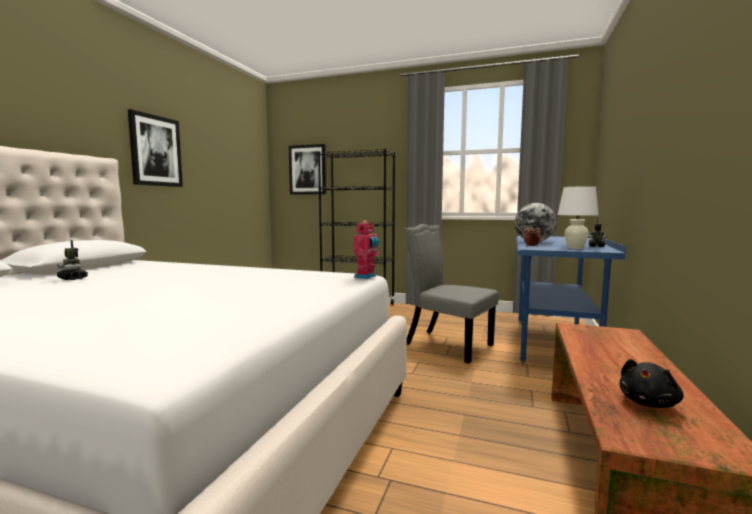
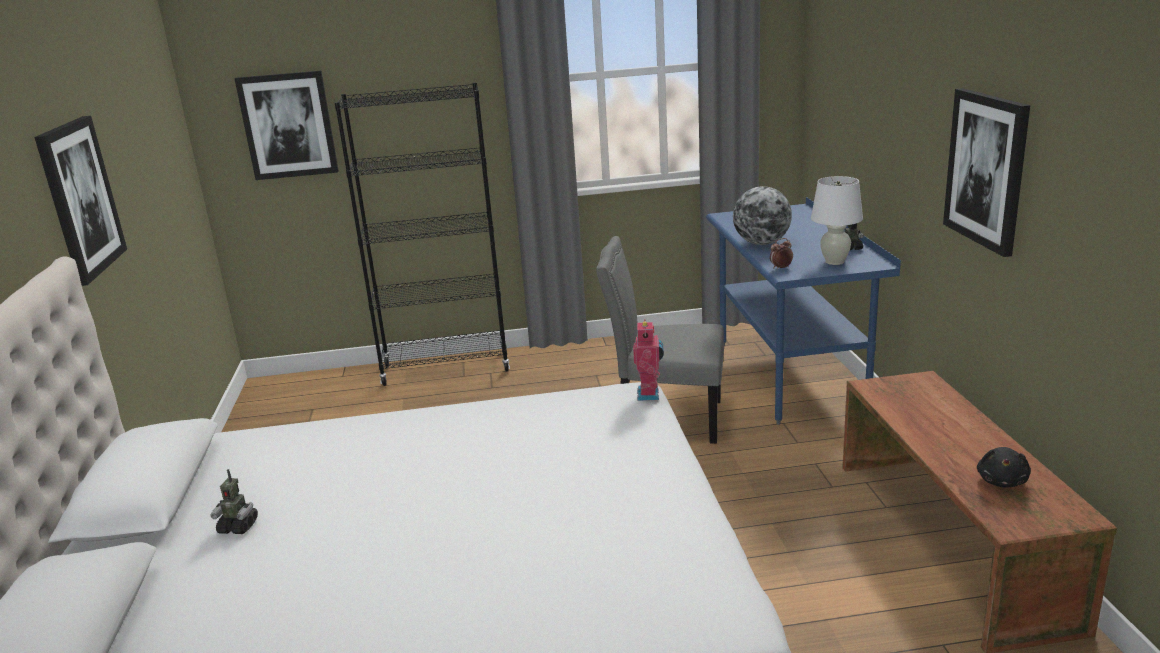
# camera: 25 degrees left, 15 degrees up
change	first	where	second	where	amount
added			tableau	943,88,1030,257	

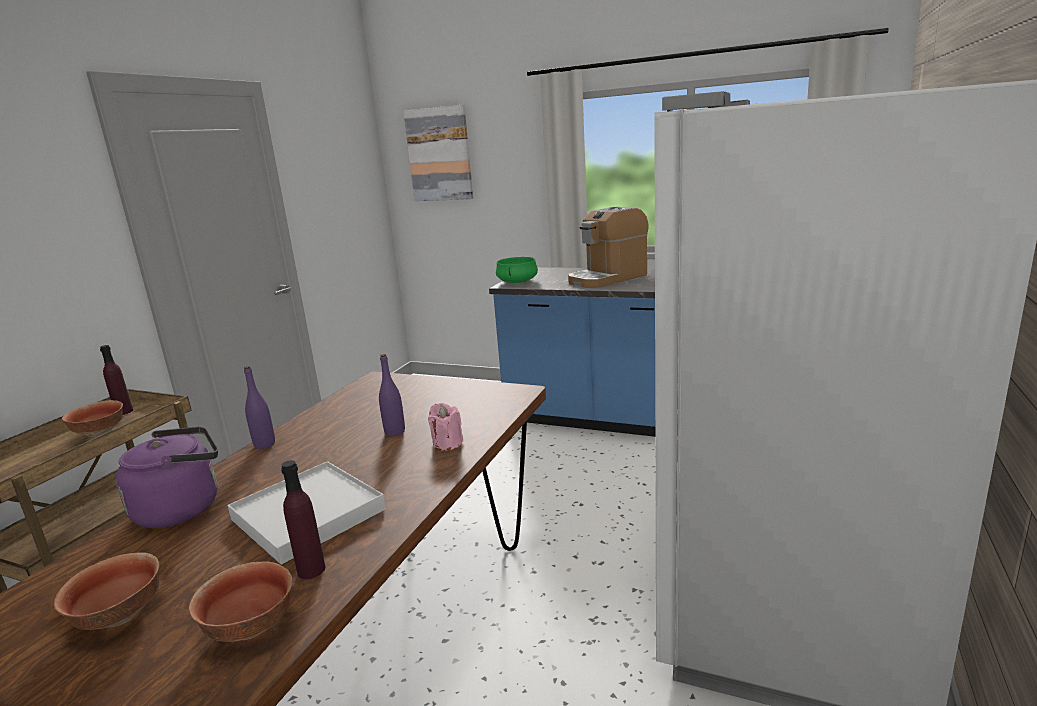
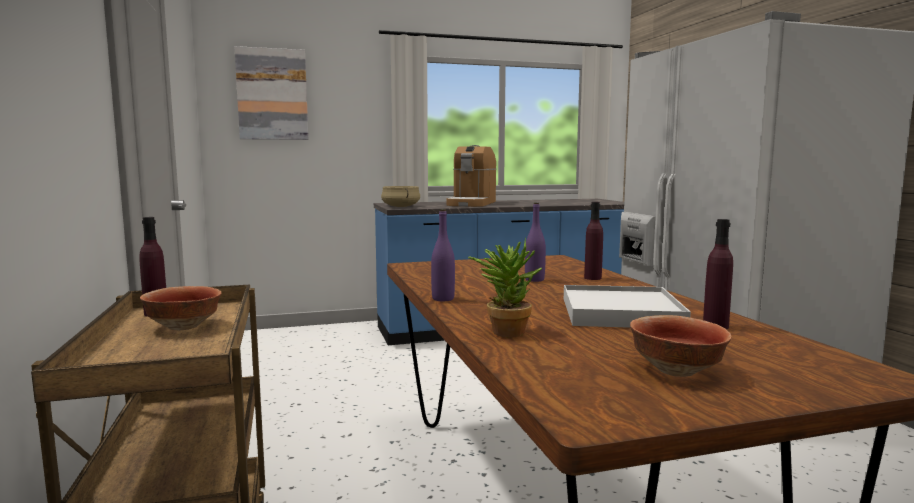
# camera: 40 degrees left, 10 degrees down
change	first	where	second	where	amount
replaced	bouilloire [violet]	116,427,218,528	plante en pot	468,238,542,337	
removed	bol	189,561,293,642			
replaced	bougie [rose]	428,403,463,450	bouteille [violet]	584,202,603,280	
recoloured	marmite [vert]	496,257,538,283	marmite [beige]	381,186,420,207	

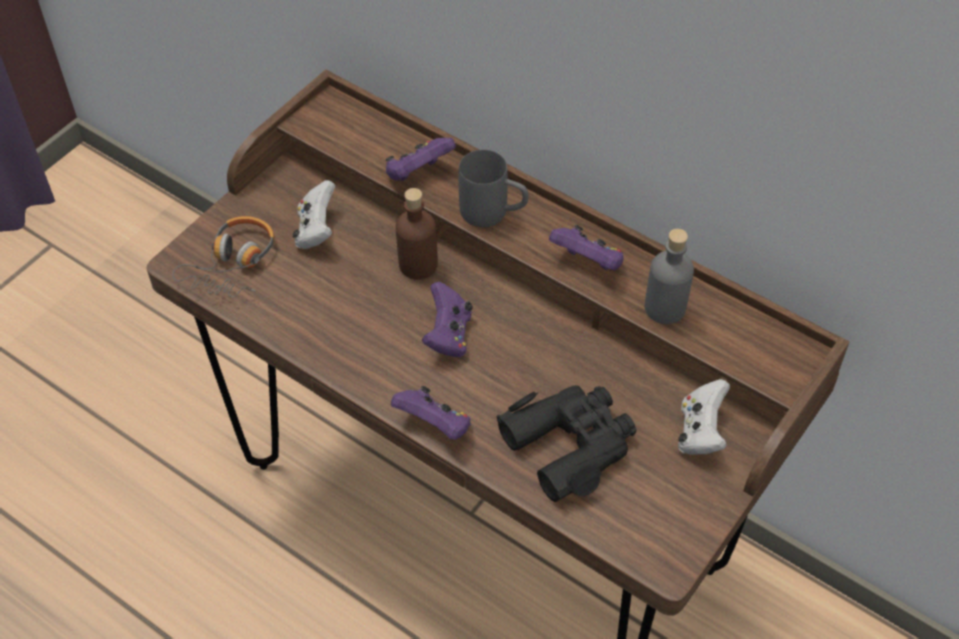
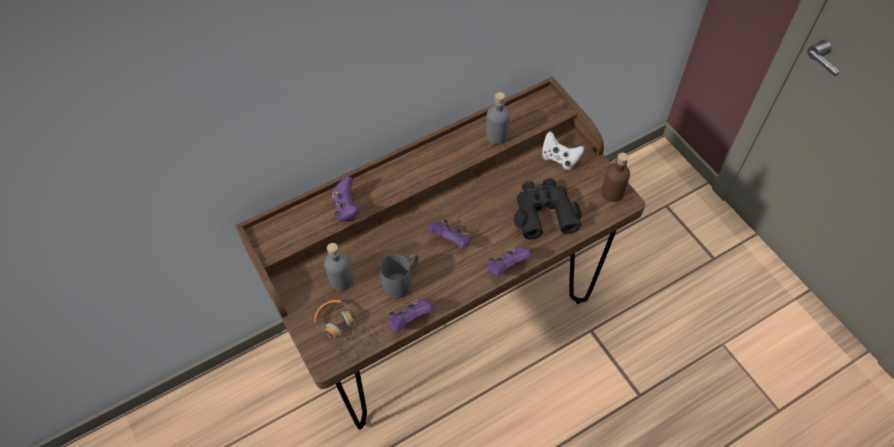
# camera: 65 degrees left, 5 degrees up
change	first	where	second	where	amount
replaced	manette [blanc]	293,180,335,249	bouteille [gris]	324,243,354,291	
moved	bouteille [marron]	396,188,438,280		601,153,630,202	
moved	mug [gris]	459,149,529,227		380,253,419,298	
moved	manette [violet]	549,225,624,270		388,300,434,333	

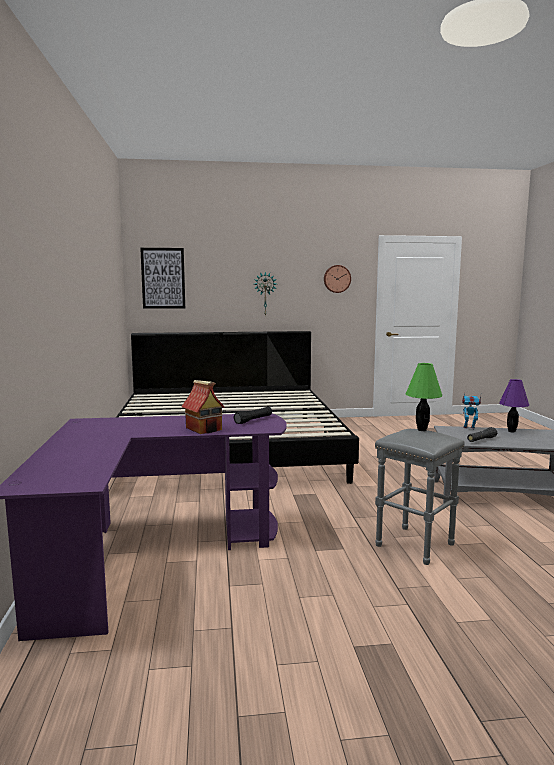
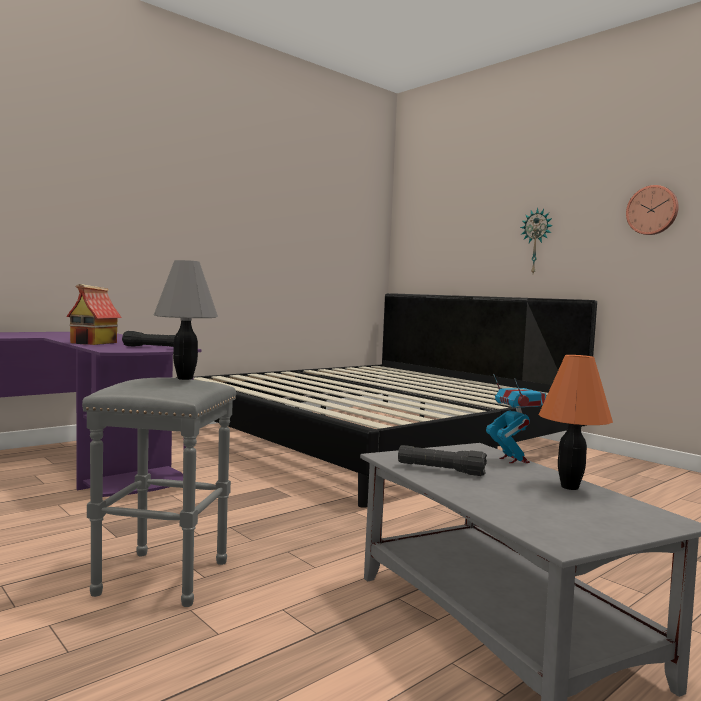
# camera: 55 degrees right, 5 degrees down
change	first	where	second	where	amount
removed	tableau	140,248,185,309			
recoloured	lampe de table [vert]	406,363,442,431	lampe de table [gris]	154,260,218,380	
recoloured	lampe de table [violet]	499,379,529,432	lampe de table [orange]	539,355,613,490	

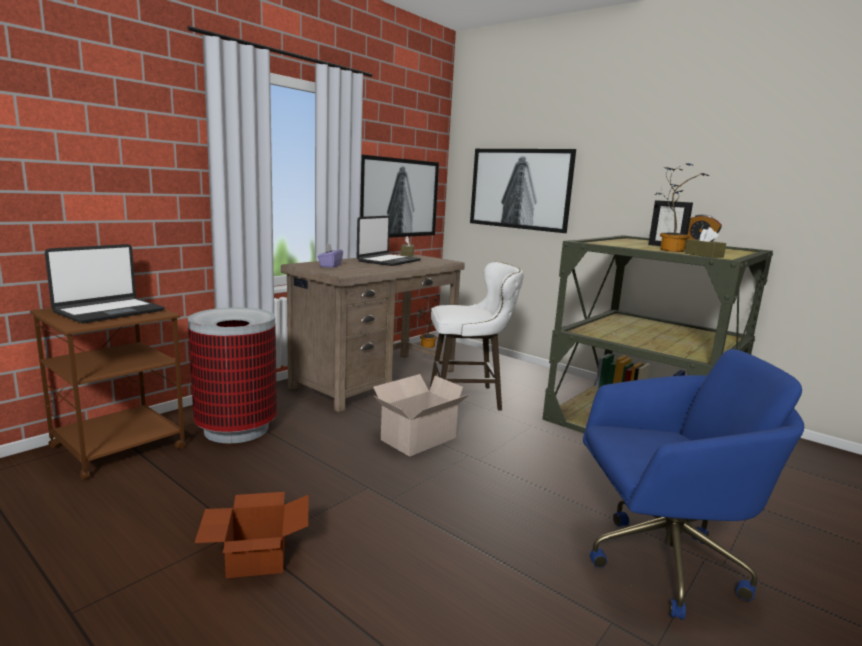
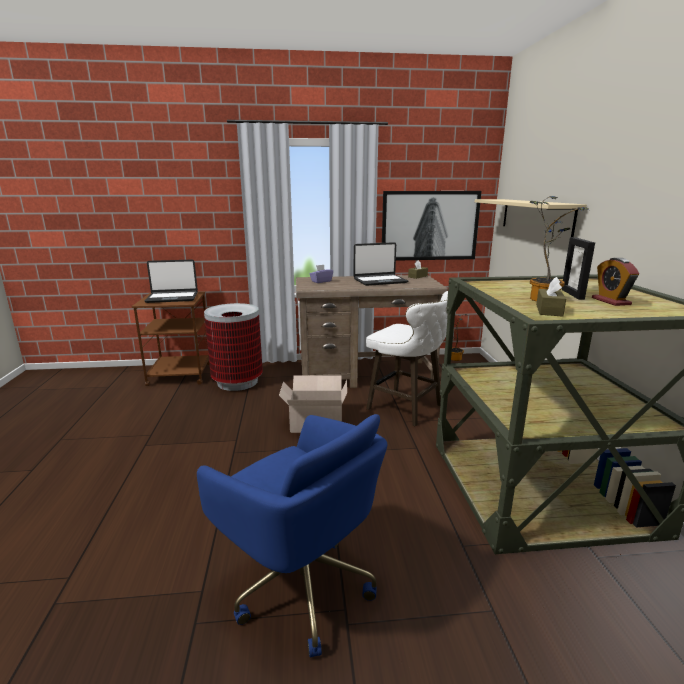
# camera: 45 degrees right, 5 degrees up
change	first	where	second	where	amount
removed	carton	195,492,309,578			
replaced	tableau	470,149,576,233	étagère [beige]	475,199,587,237	

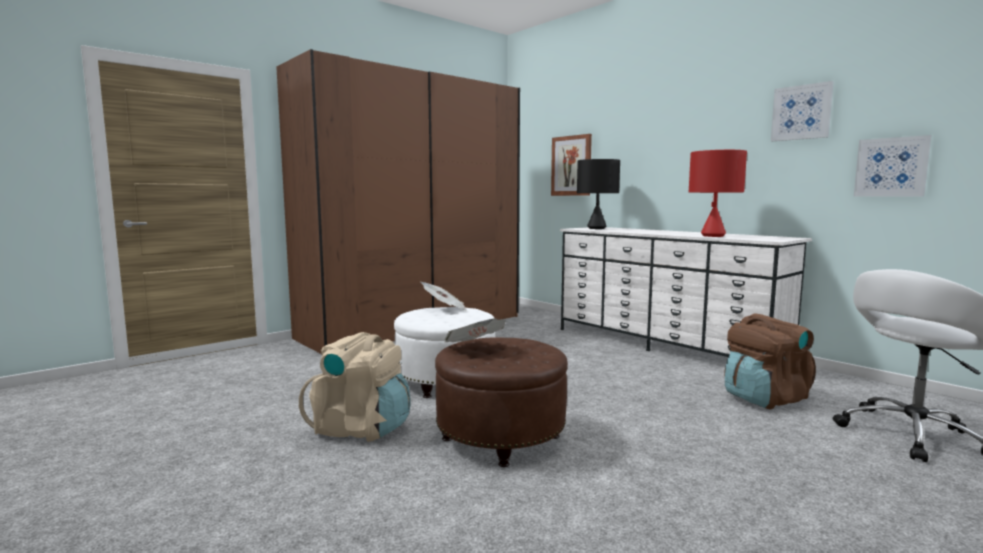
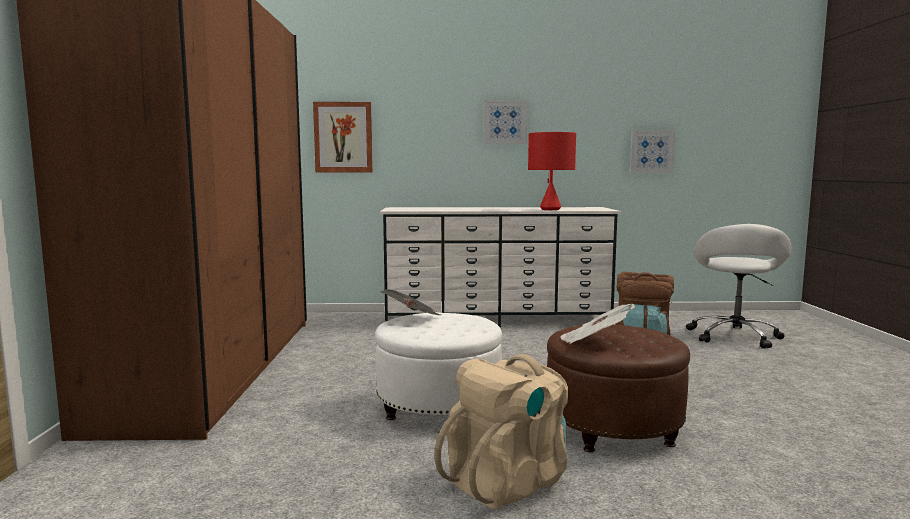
# camera: 50 degrees left, 0 degrees up
change	first	where	second	where	amount
removed	lampe de table [noir]	577,159,620,229			
moved	tableau	771,81,834,141		484,100,527,144	

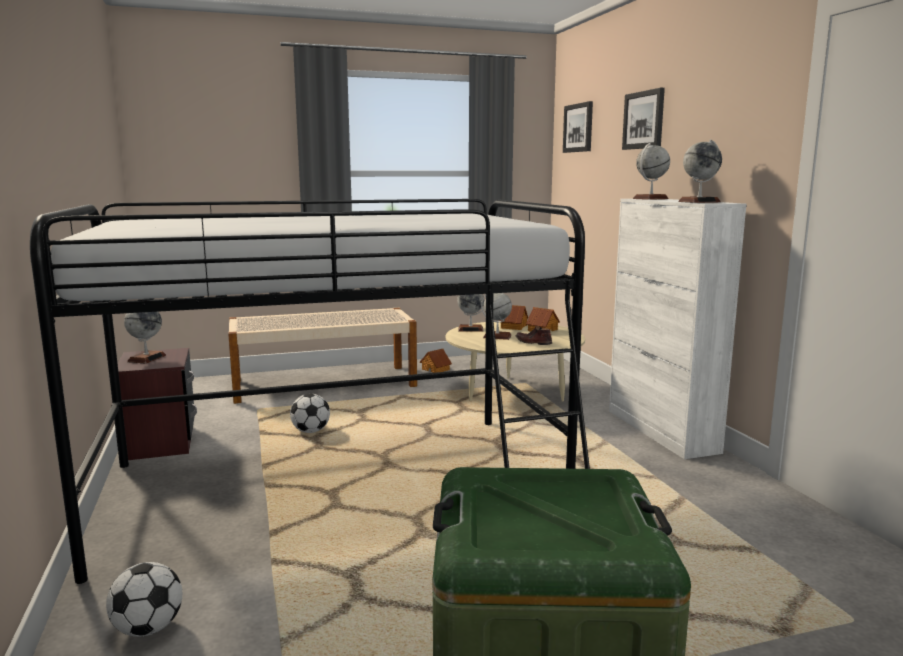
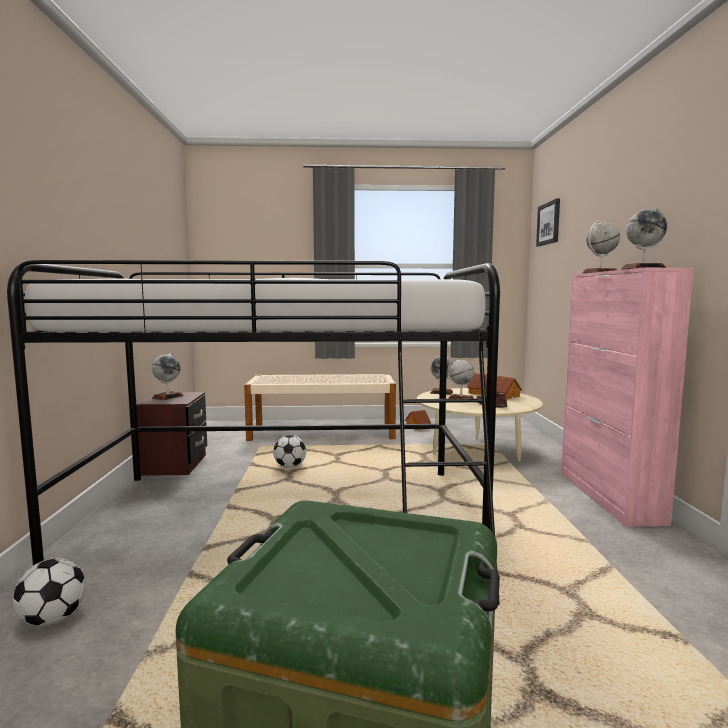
# camera: 15 degrees right, 5 degrees down
change	first	where	second	where	amount
recoloured	meuble de rangement [blanc]	609,199,747,459	meuble de rangement [rose]	561,268,694,527	
removed	tableau	622,88,665,150			

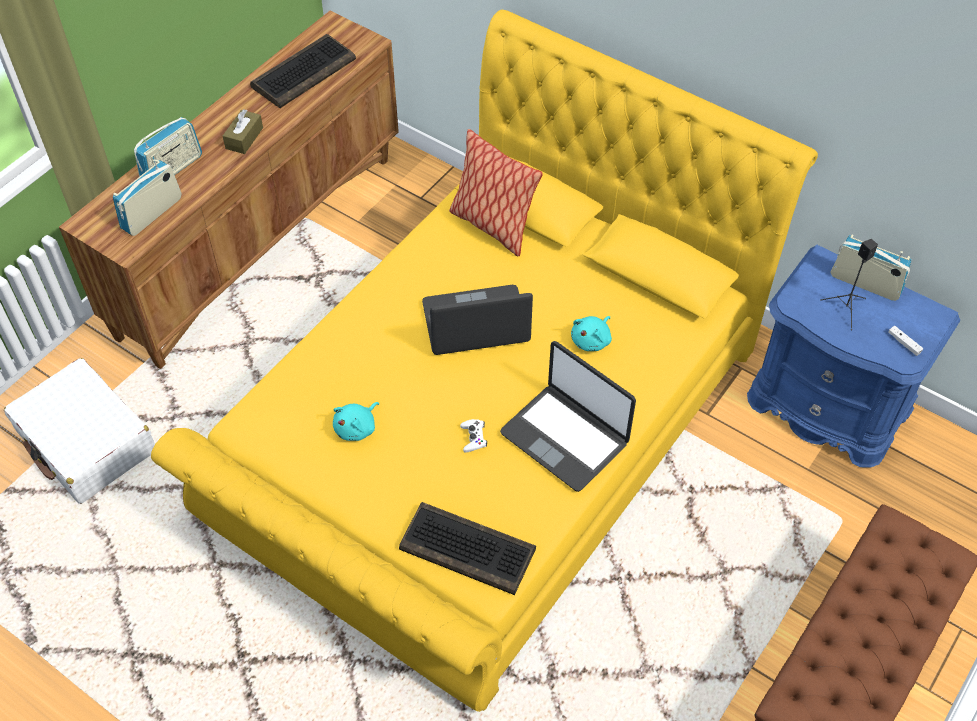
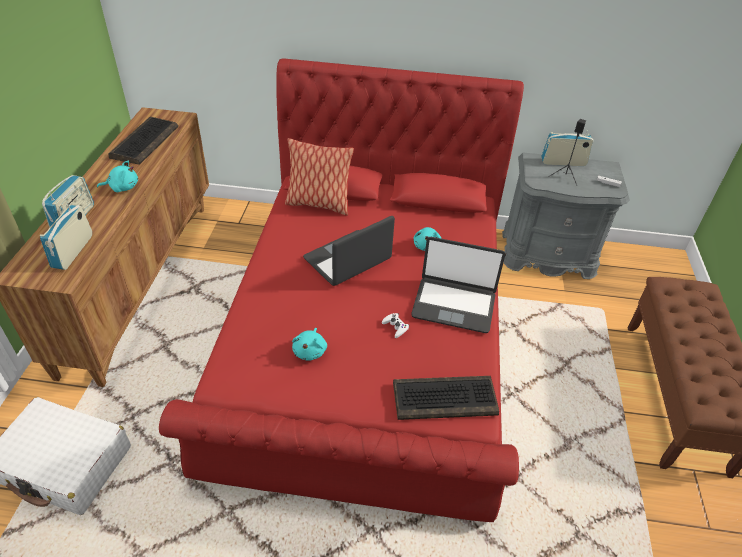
# camera: 30 degrees left, 10 degrees down
change	first	where	second	where	amount
recoloured	lit [jaune]	151,10,818,712	lit [rouge]	159,59,524,523	
replaced	boîte à mouchoirs [marron]	223,109,263,154	peluche [turquoise]	97,161,138,192	
recoloured	table de chevet [bleu]	747,244,960,468	table de chevet [gris]	502,152,630,279	

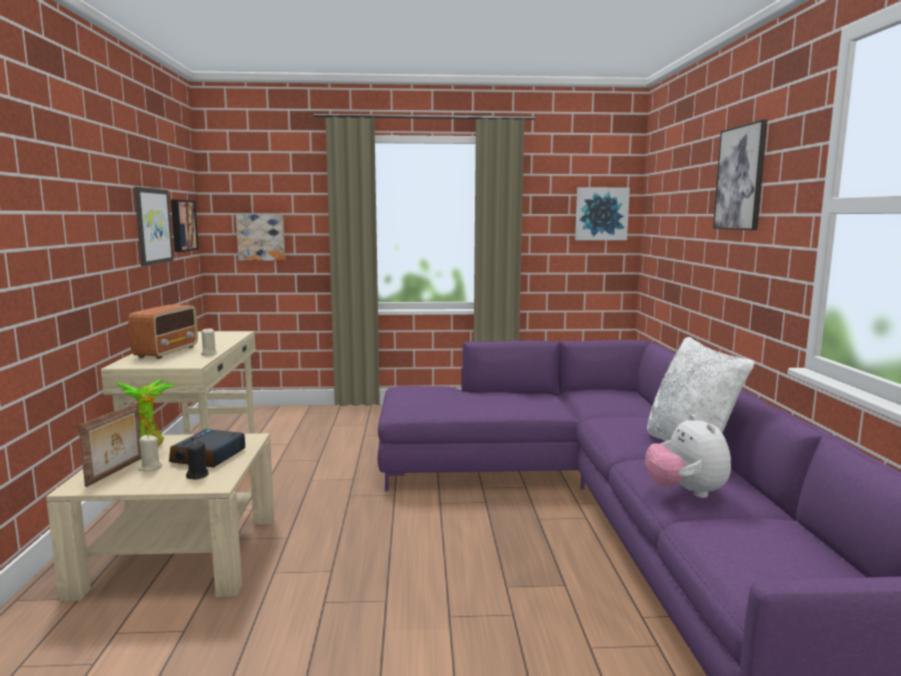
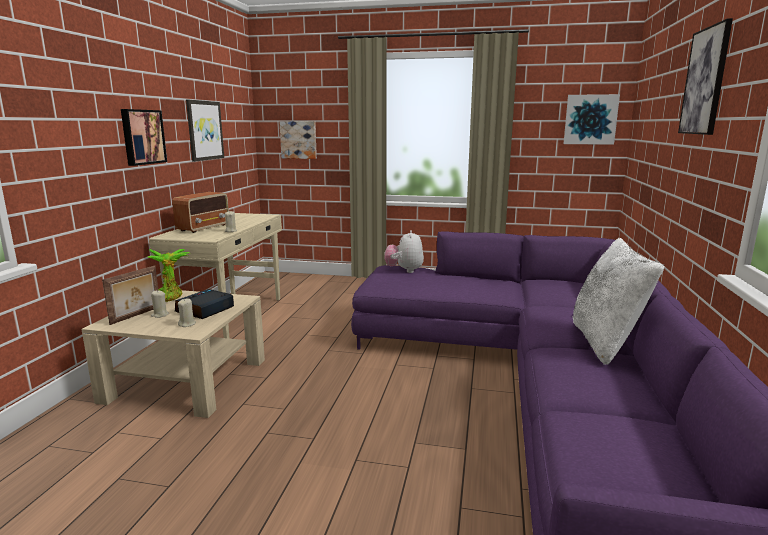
# camera: 15 degrees right, 5 degrees up
change	first	where	second	where	amount
moved	tableau	171,200,199,252		121,109,167,166	
recoloured	bougie [noir]	186,442,209,480	bougie [beige]	178,298,196,327	
moved	peluche	645,414,731,498		384,230,424,273	

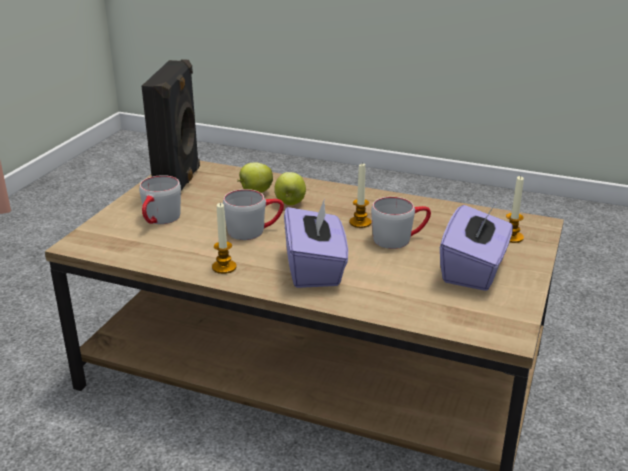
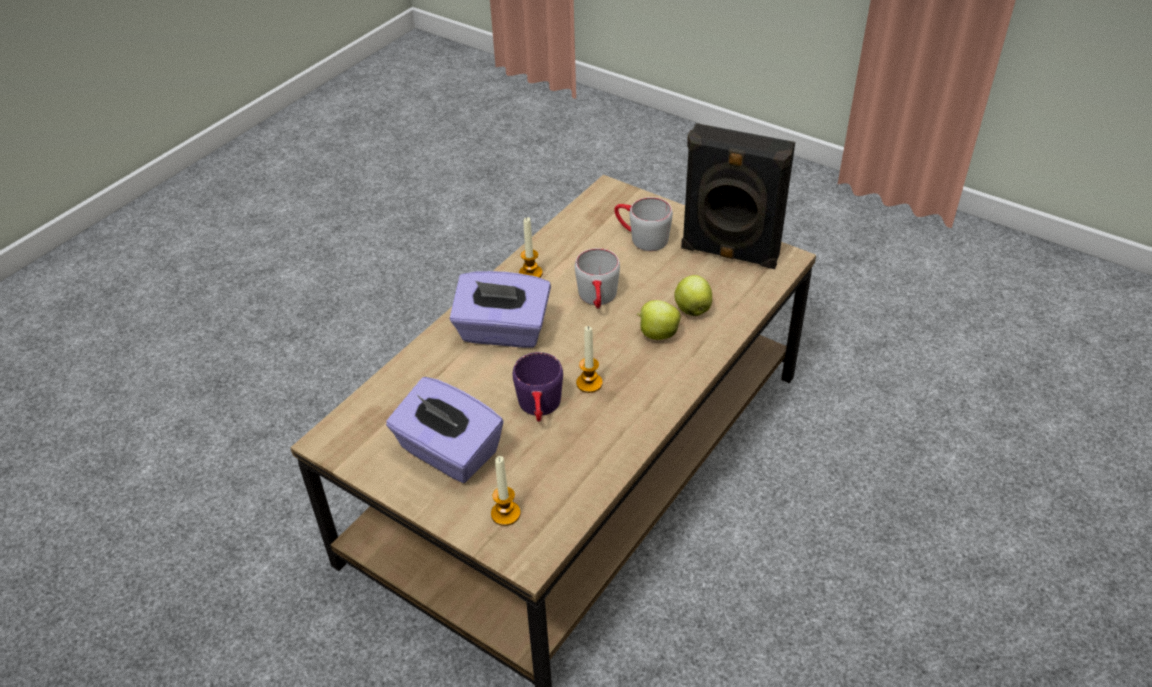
# camera: 105 degrees right, 15 degrees up
change	first	where	second	where	amount
recoloured	mug [gris]	371,197,431,249	mug [violet]	512,352,563,422	

